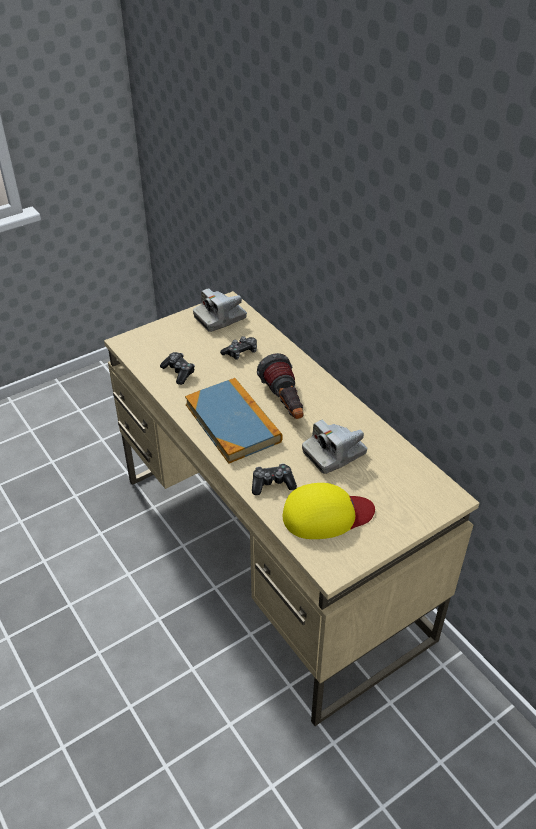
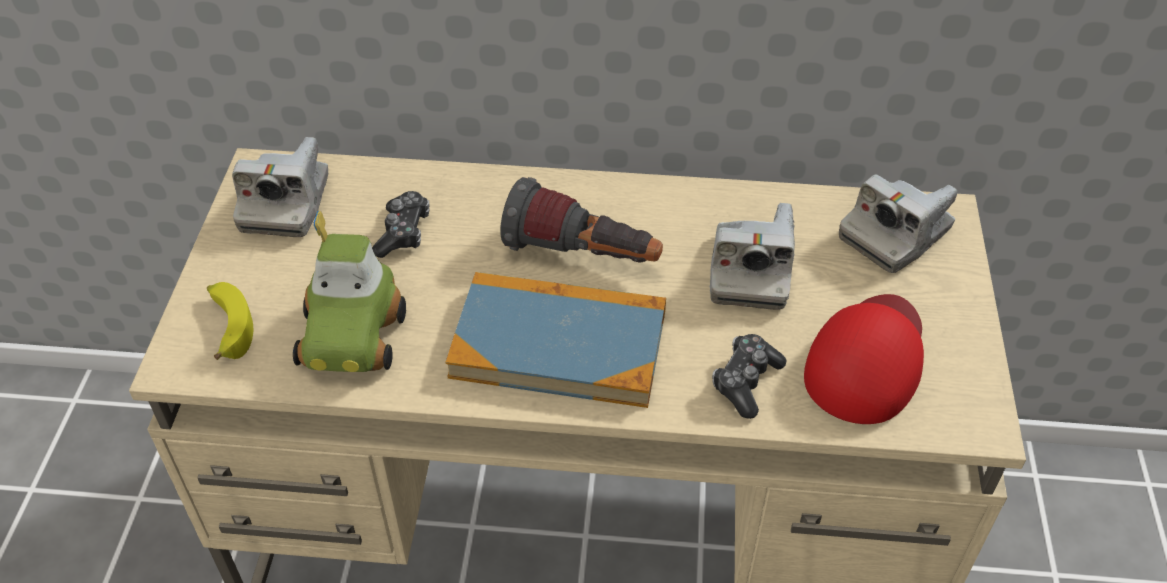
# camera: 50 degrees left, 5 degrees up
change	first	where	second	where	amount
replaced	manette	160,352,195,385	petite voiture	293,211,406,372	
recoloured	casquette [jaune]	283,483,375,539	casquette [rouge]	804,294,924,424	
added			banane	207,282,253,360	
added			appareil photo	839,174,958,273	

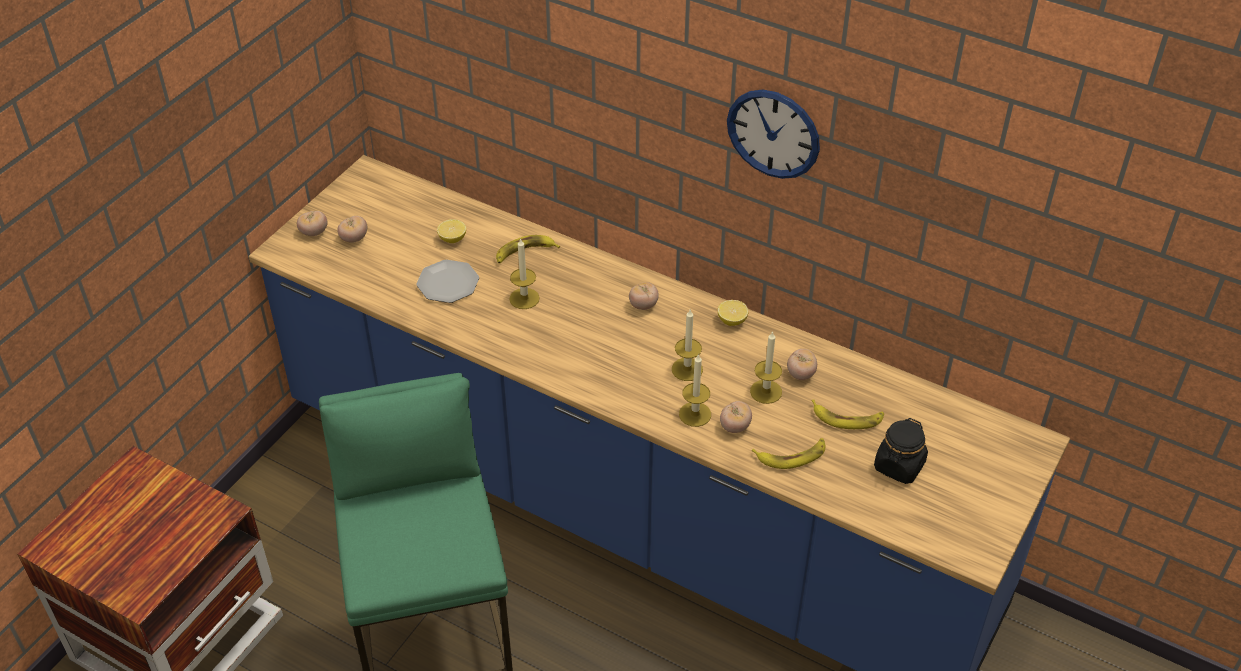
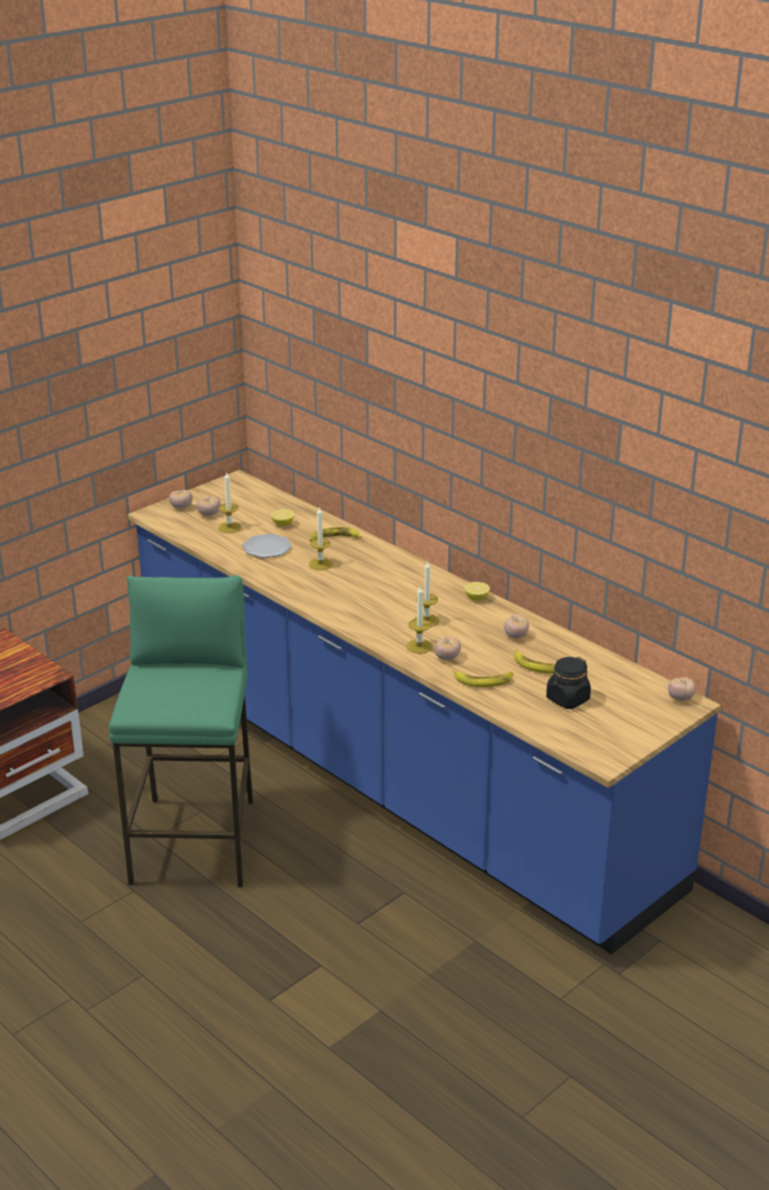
# camera: 15 degrees right, 15 degrees down
change	first	where	second	where	amount
moved	tomate	629,282,659,310		668,677,696,701	
removed	horloge murale	727,89,820,179			
moved	bougie	750,331,782,404		218,473,241,533	

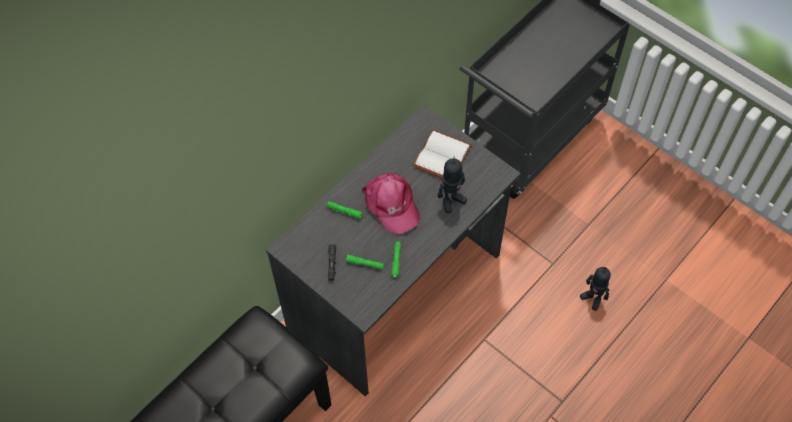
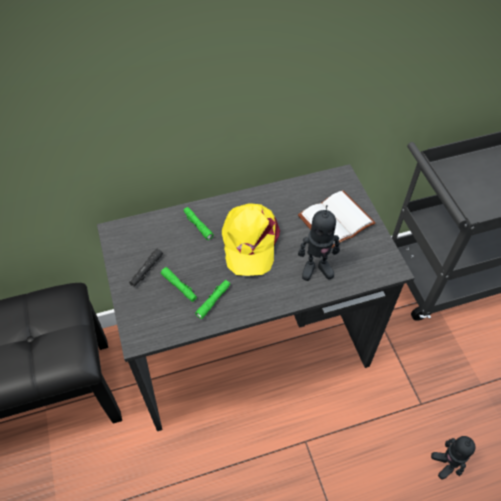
# camera: 30 degrees right, 5 degrees down
change	first	where	second	where	amount
recoloured	casquette [rose]	362,173,420,234	casquette [jaune]	222,203,280,276	

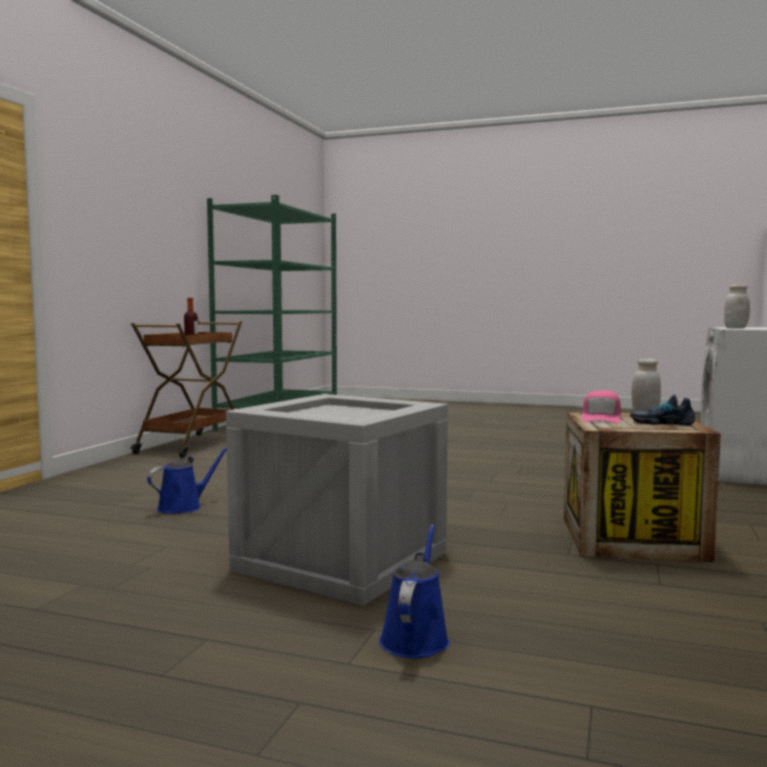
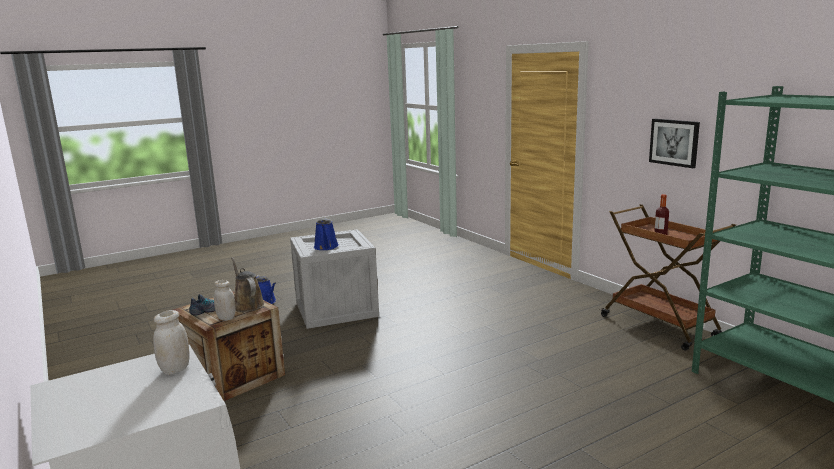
# camera: 130 degrees right, 10 degrees up
change	first	where	second	where	amount
moved	arrosoir [bleu]	147,447,227,514		314,218,339,250	
replaced	casquette [rose]	582,390,621,423	arrosoir [marron]	231,257,265,312	
added			tableau	649,119,700,168	

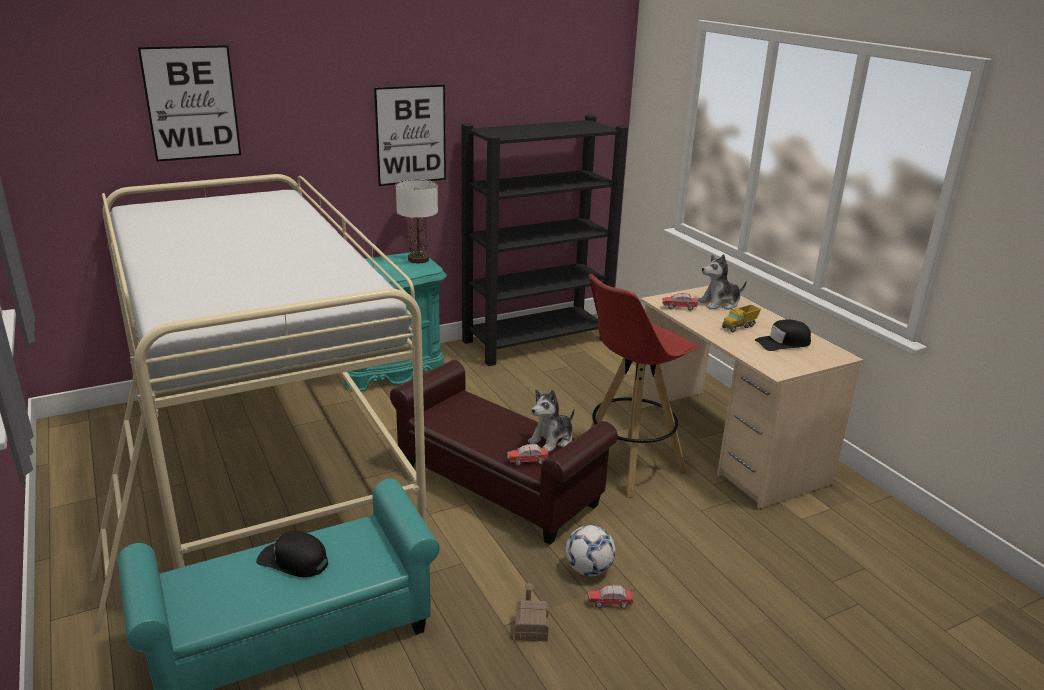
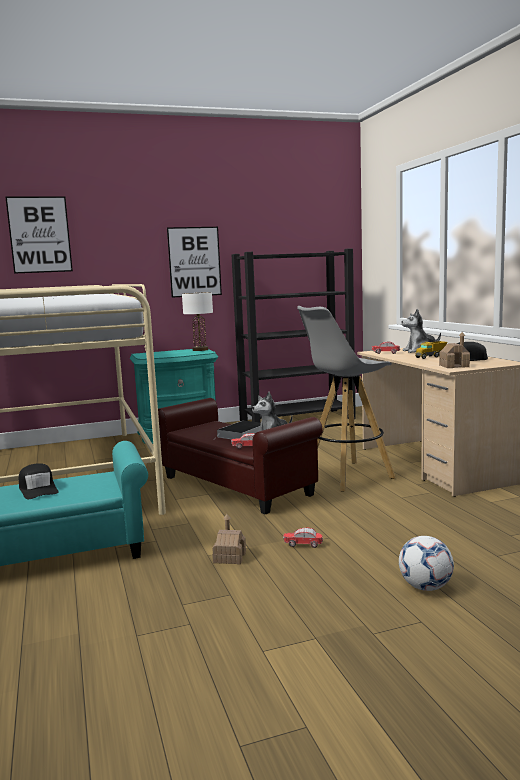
# camera: 10 degrees right, 15 degrees down
change	first	where	second	where	amount
turned	casquette [noir]	256,531,328,577		19,463,59,499	150 degrees counterclockwise
moved	ballon de foot	566,525,615,576		399,536,454,591	
recoloured	tabouret [rouge]	589,274,699,498	tabouret [gris]	297,306,395,492	
added			livre	214,420,261,440	
added			maison miniature	439,332,470,368	

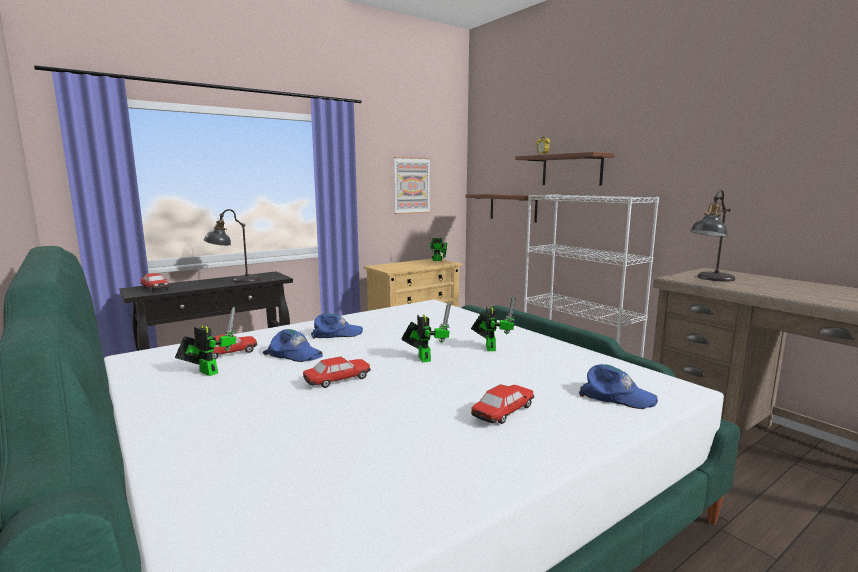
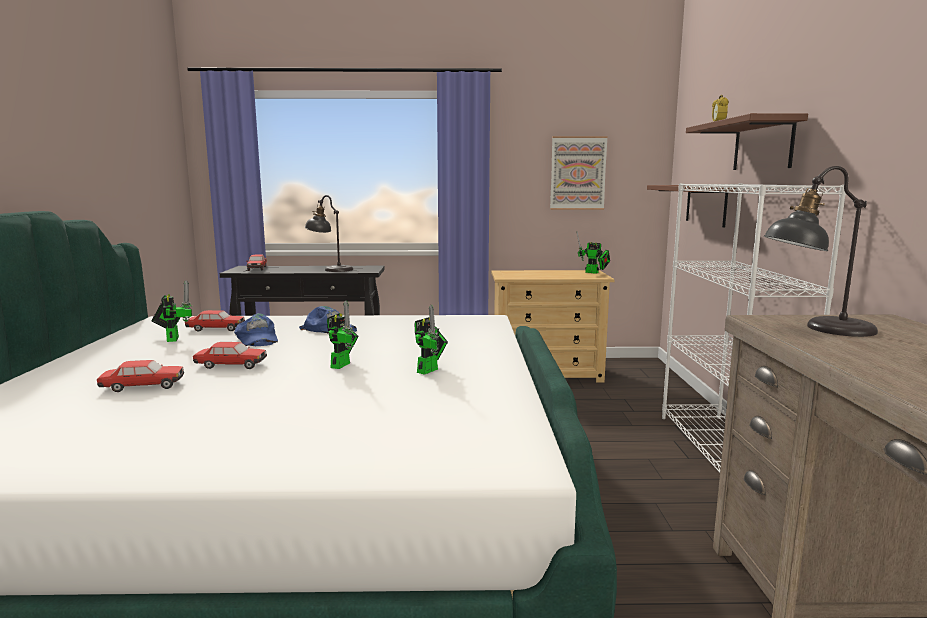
# camera: 35 degrees right, 0 degrees up
change	first	where	second	where	amount
moved	petite voiture	471,385,534,424		97,360,184,392	
removed	casquette [bleu]	579,364,658,409			

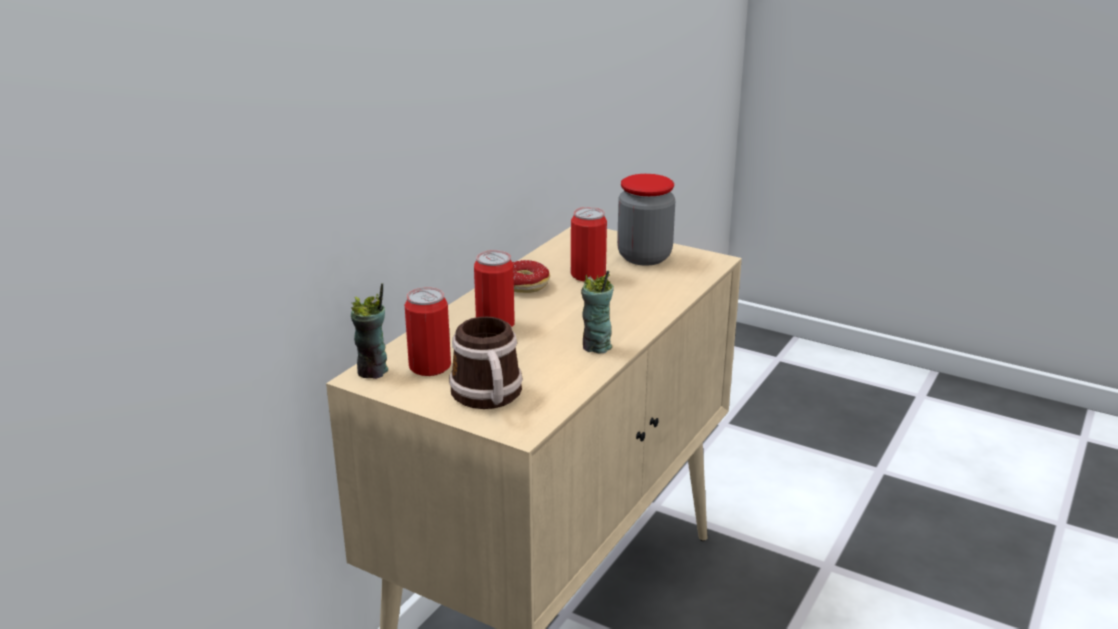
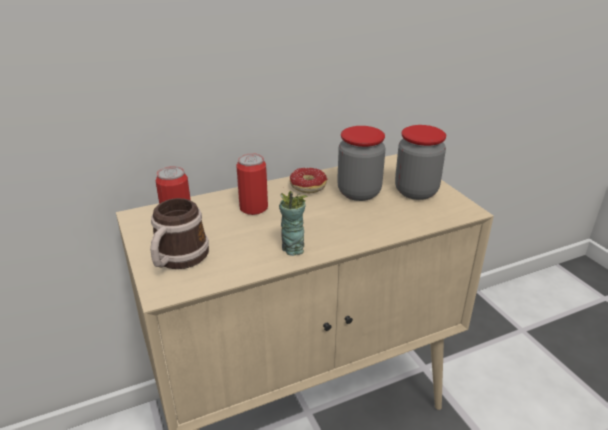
# camera: 35 degrees right, 5 degrees up
change	first	where	second	where	amount
removed	tasse	351,283,388,379			
replaced	boîte métallique	571,207,607,281	bocal	337,126,386,201	

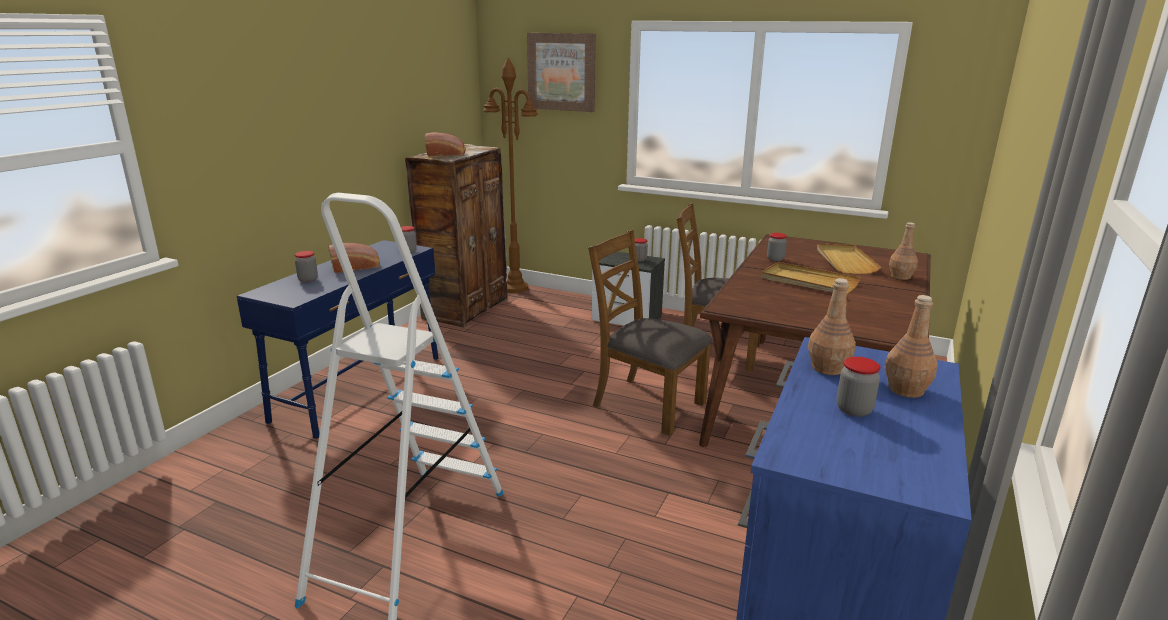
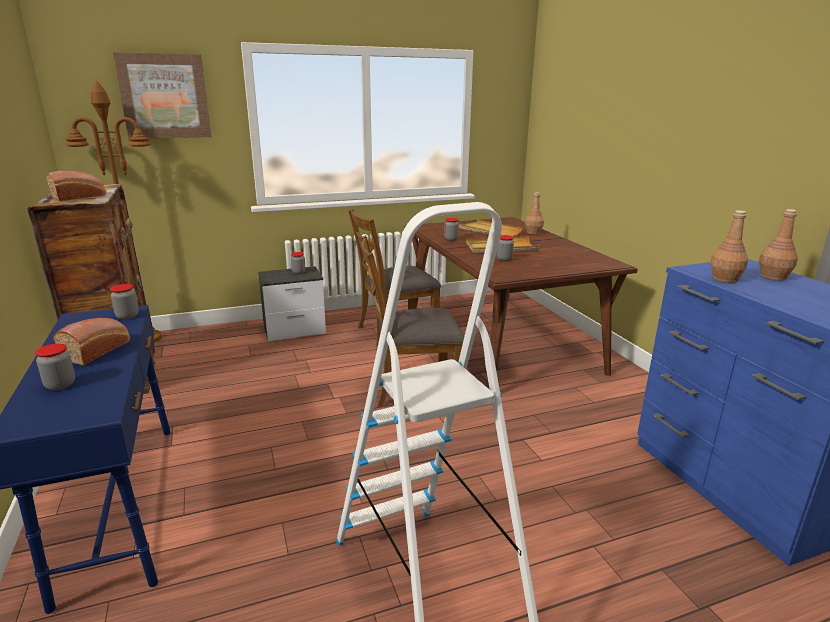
# camera: 45 degrees left, 0 degrees up
change	first	where	second	where	amount
moved	bocal	837,357,881,417		497,235,514,261	

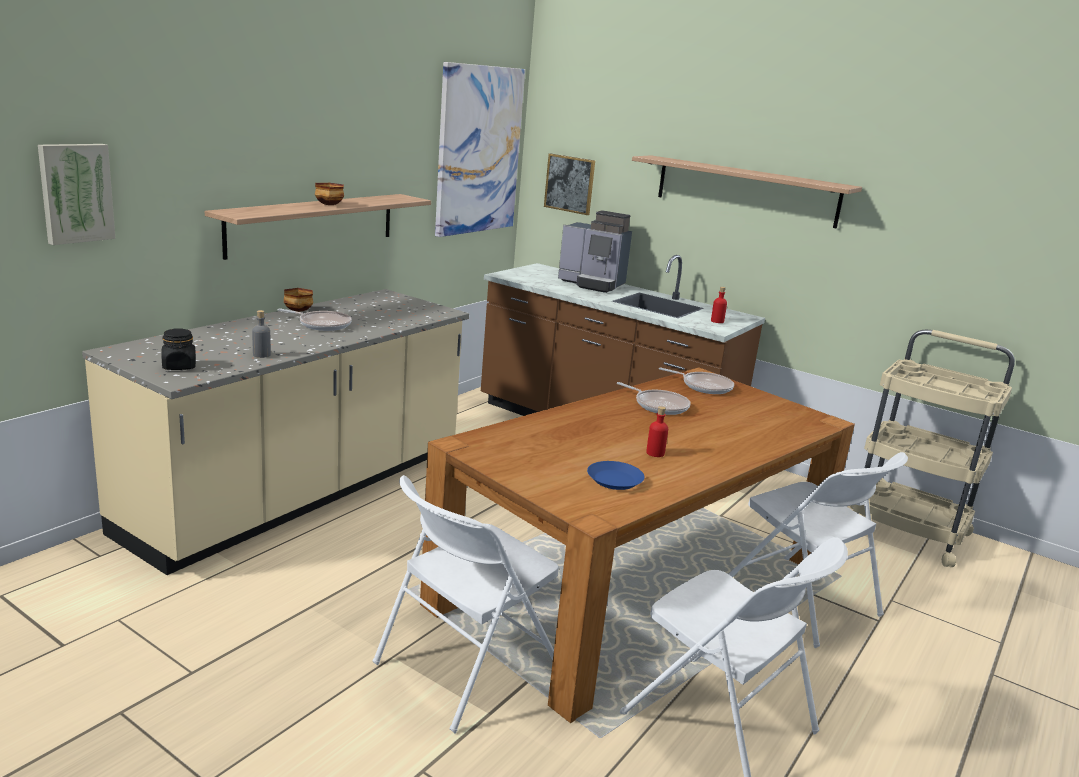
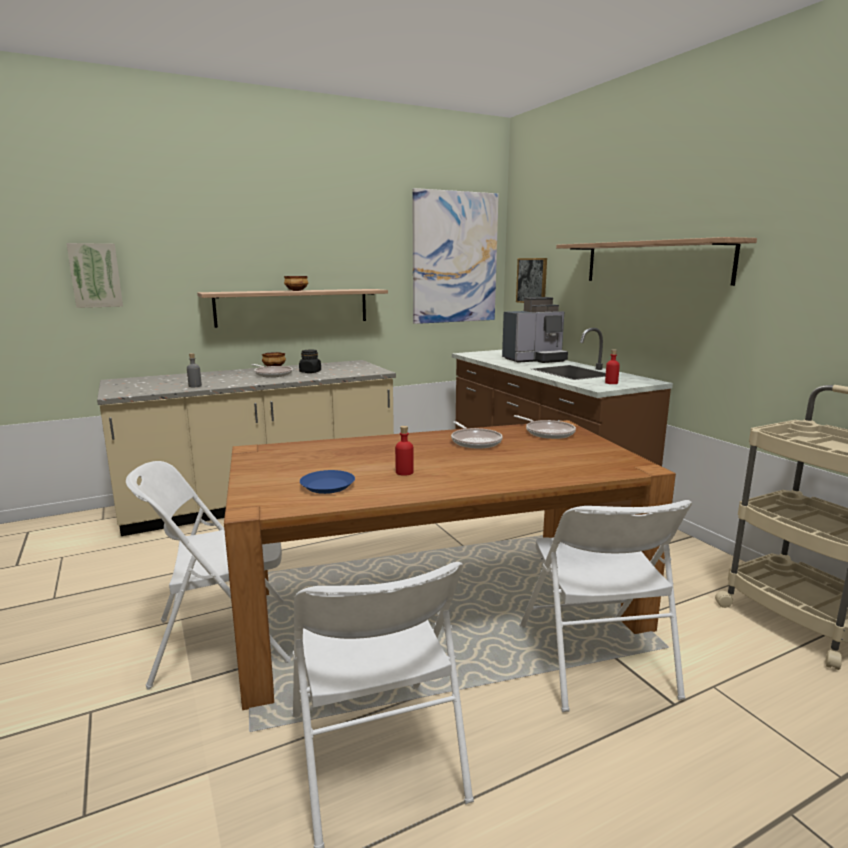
# camera: 30 degrees right, 5 degrees down
change	first	where	second	where	amount
moved	bocal [noir]	161,328,196,370		299,349,321,373	
turned	machine à café	558,211,632,293		502,297,568,363	75 degrees counterclockwise

